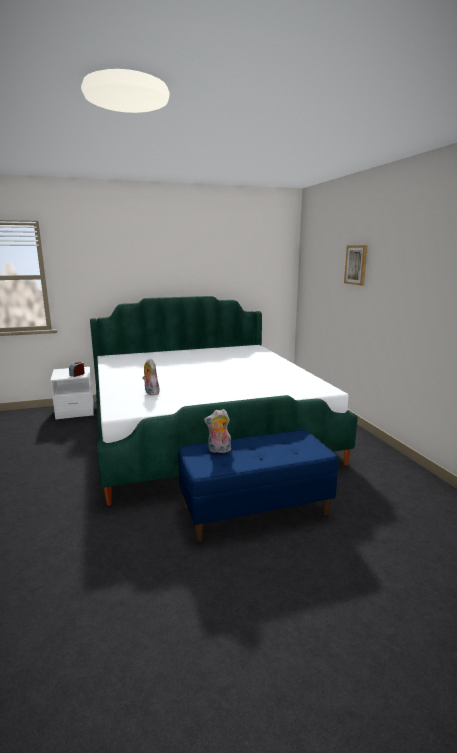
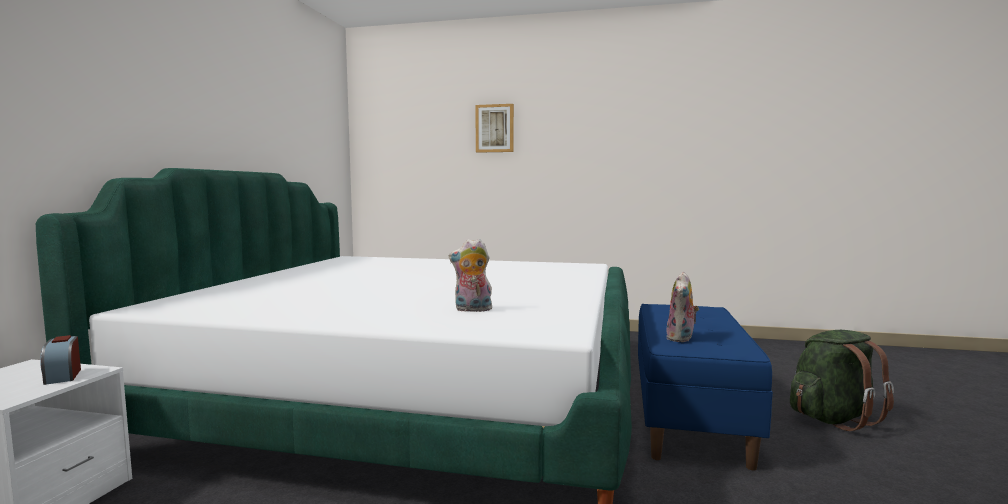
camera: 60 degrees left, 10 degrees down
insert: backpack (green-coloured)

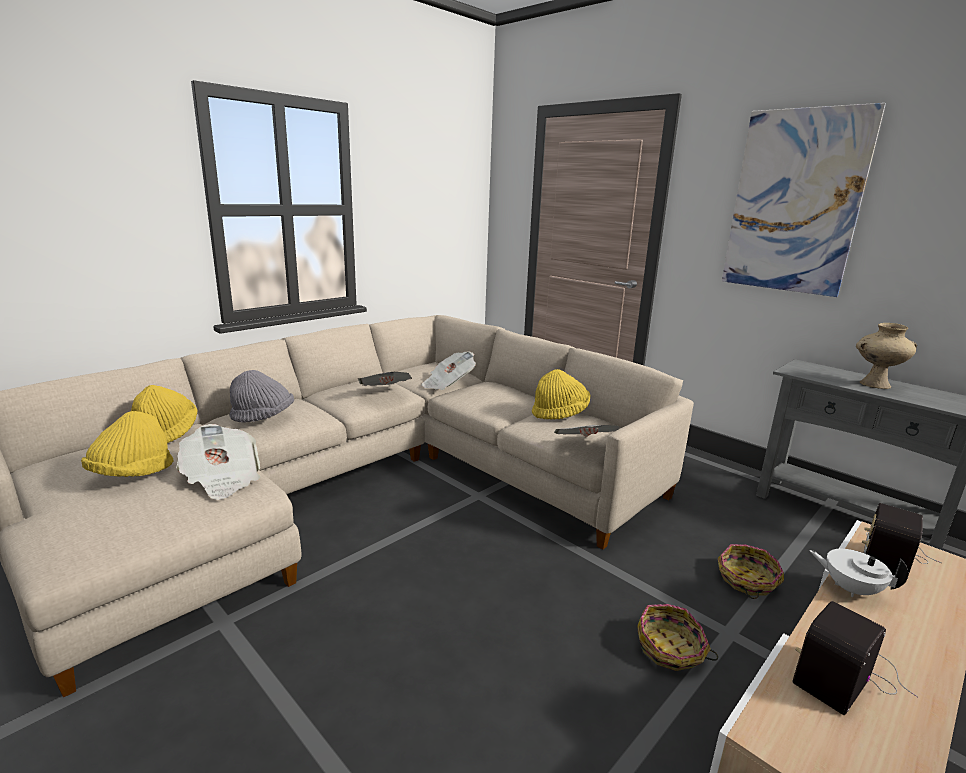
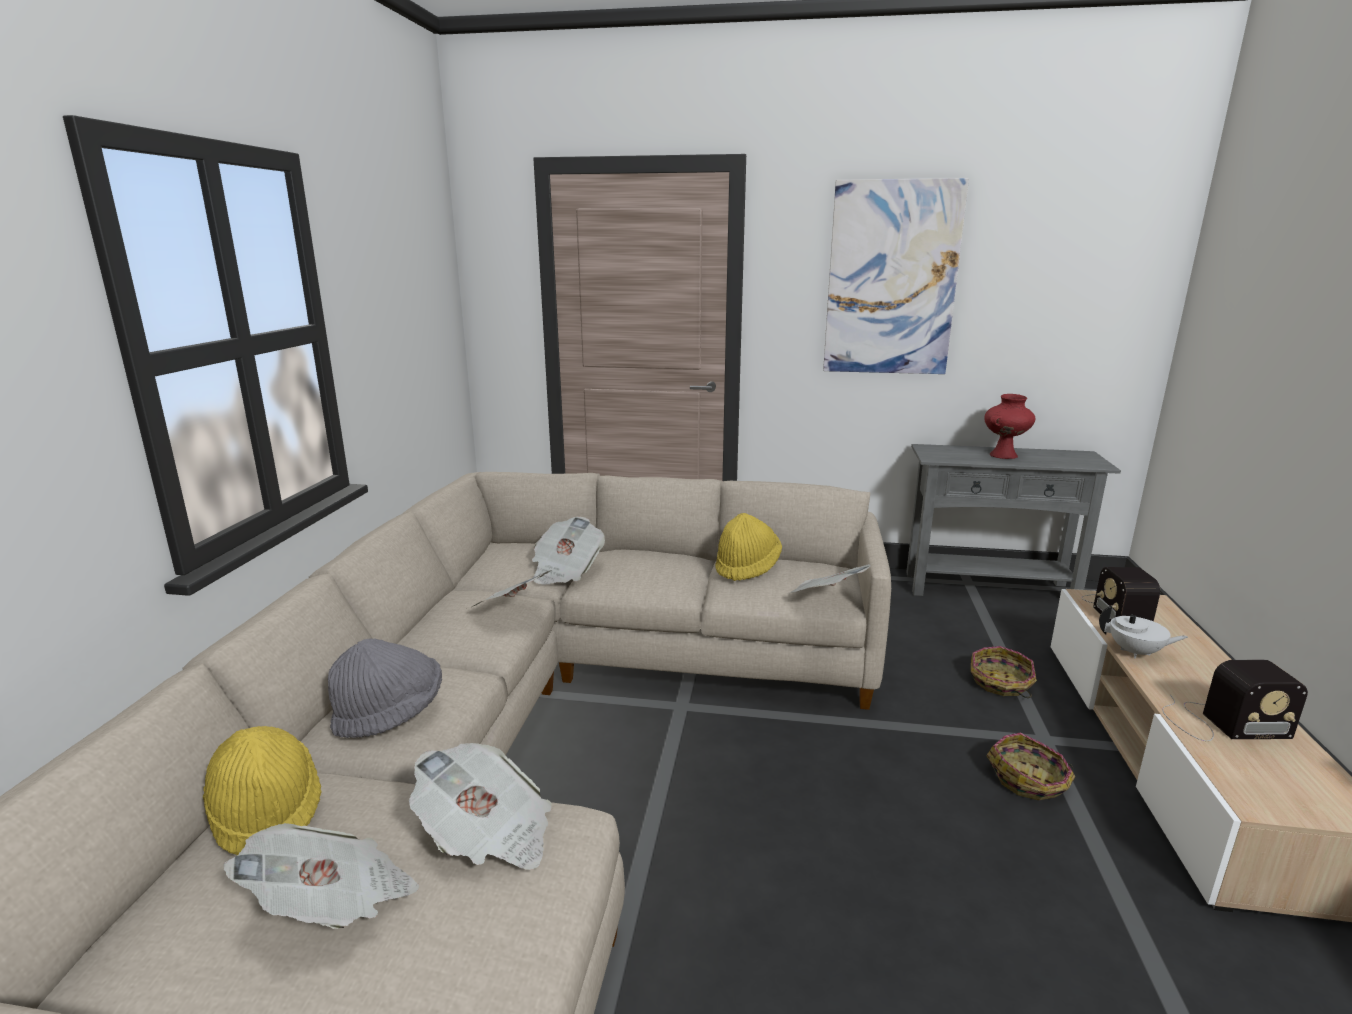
camera: 35 degrees left, 0 degrees up
replace: clothing hat (yellow) (1st from left) to newspaper (1st from left)
recolor: decorative vase (beige) to decorative vase (reddish)
rotate: pot for tea (whitish) 150 degrees counterclockwise; radio set (1st from left in the first image) 105 degrees counterclockwise

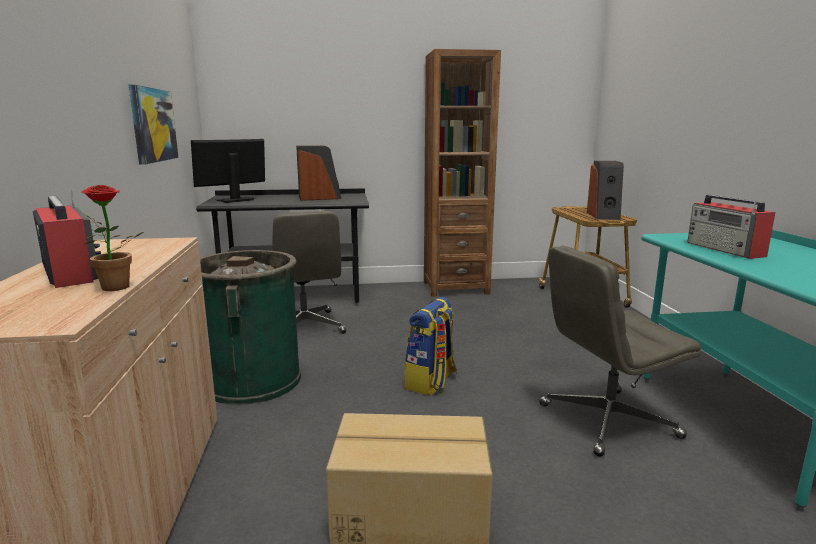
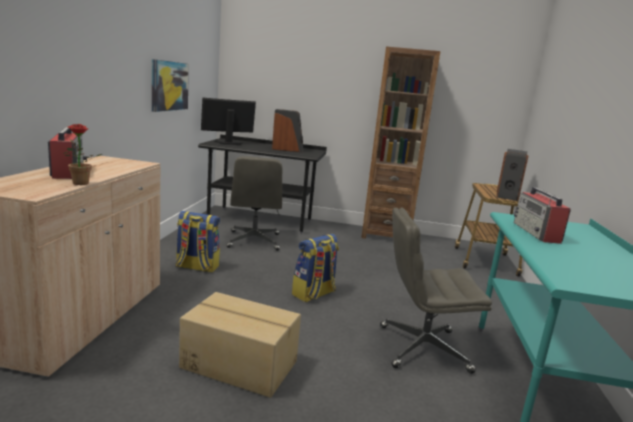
camera: 15 degrees right, 0 degrees up
replace: rubbish bin (green-coloured) to backpack (1st from left)

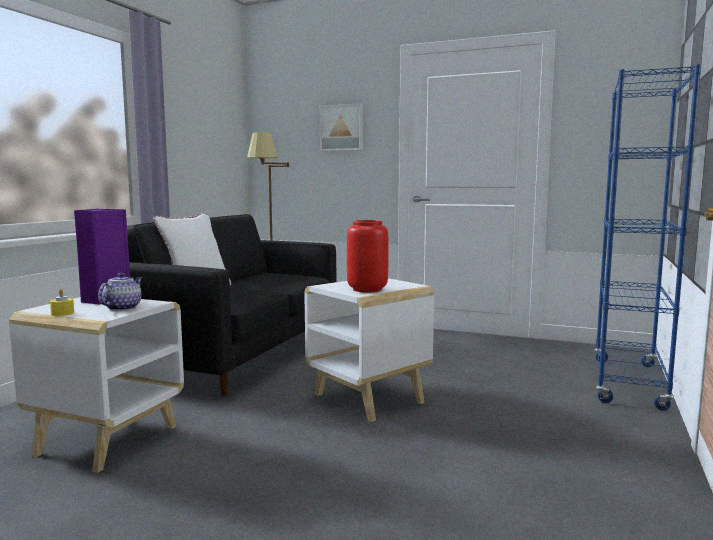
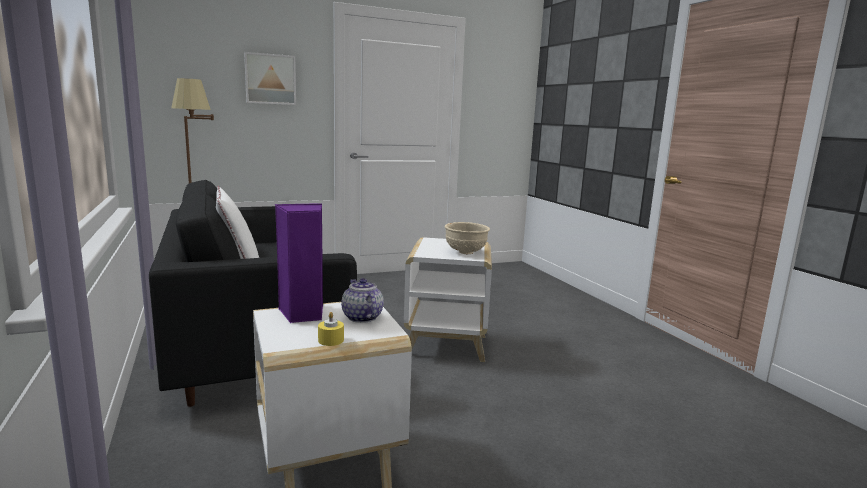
camera: 45 degrees left, 5 degrees up
delete: bookcase (bluish)
replace: decorative vase (reddish) to deep dish (beige)

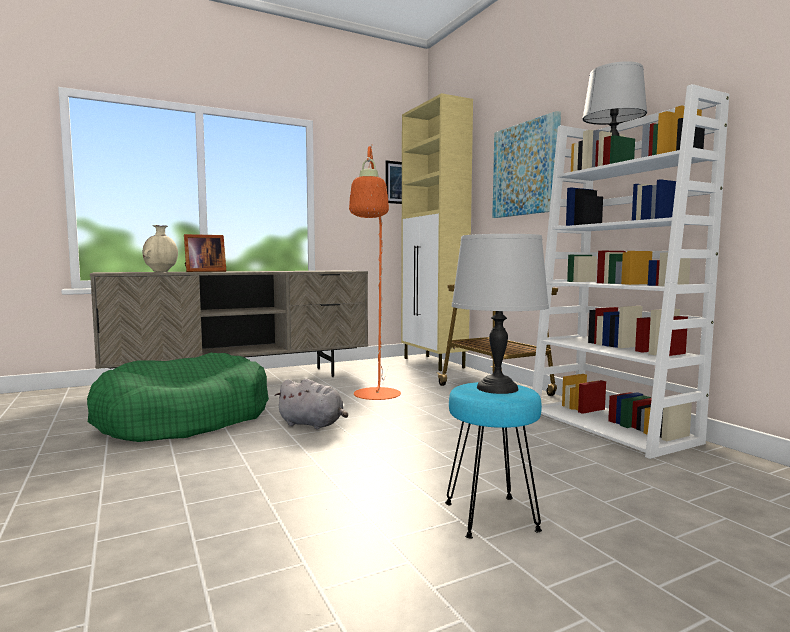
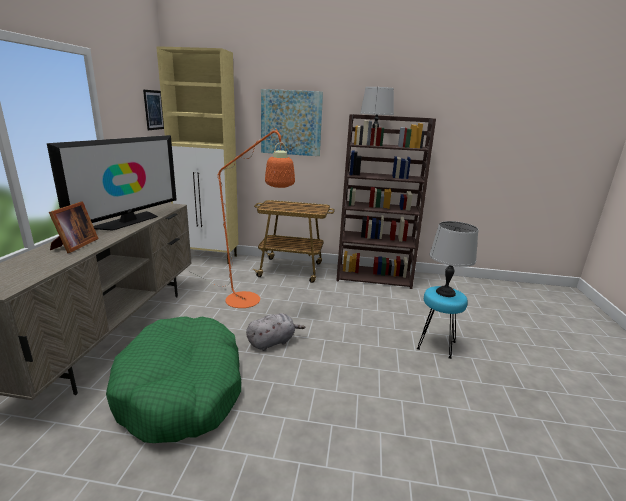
camera: 55 degrees left, 15 degrees up
delete: decorative vase (beige)
insert: TV set
recolor: bookcase (whitish) to bookcase (brown-coloured)

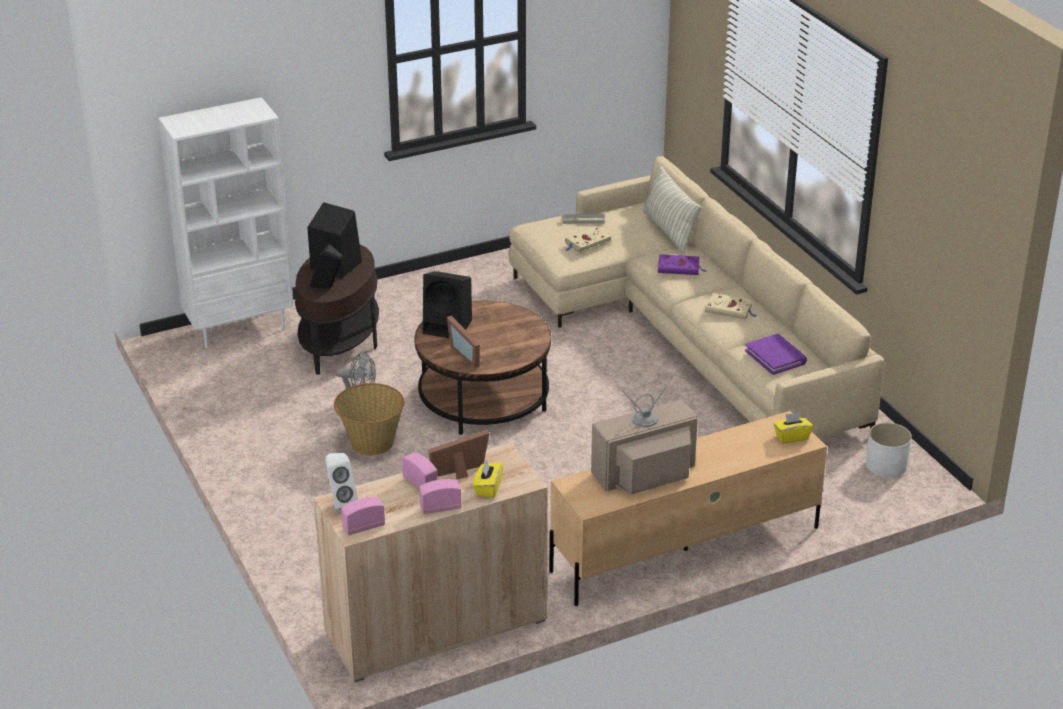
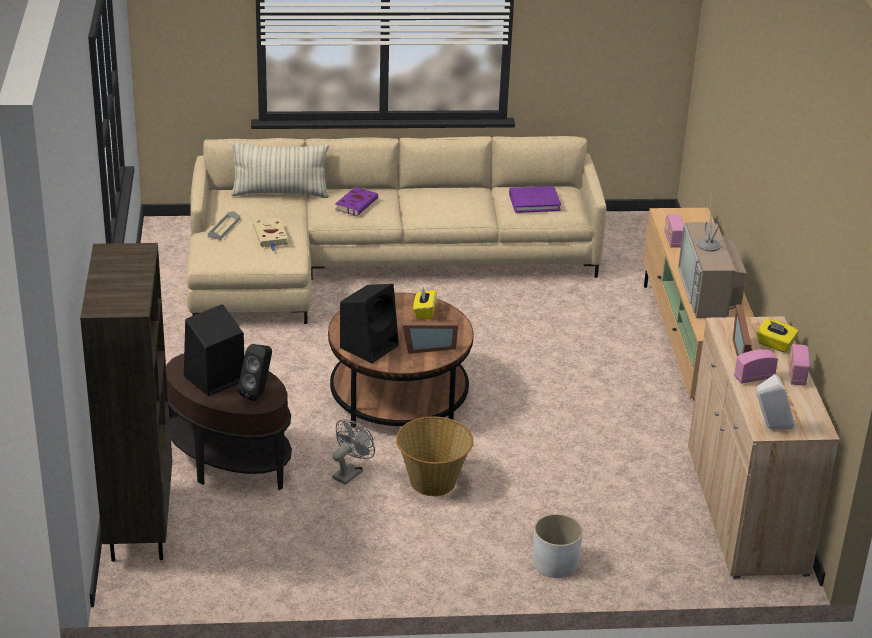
camera: 70 degrees left, 0 degrees up
delete: volume (beige) (2nd from left)
move: box of tissues (yellow) (2nd from left in the first image) to box of tissues (yellow) (1st from left); plant pot (whitish); radio set (1st from left)
recolor: bookcase (whitish) to bookcase (brown-coloured)

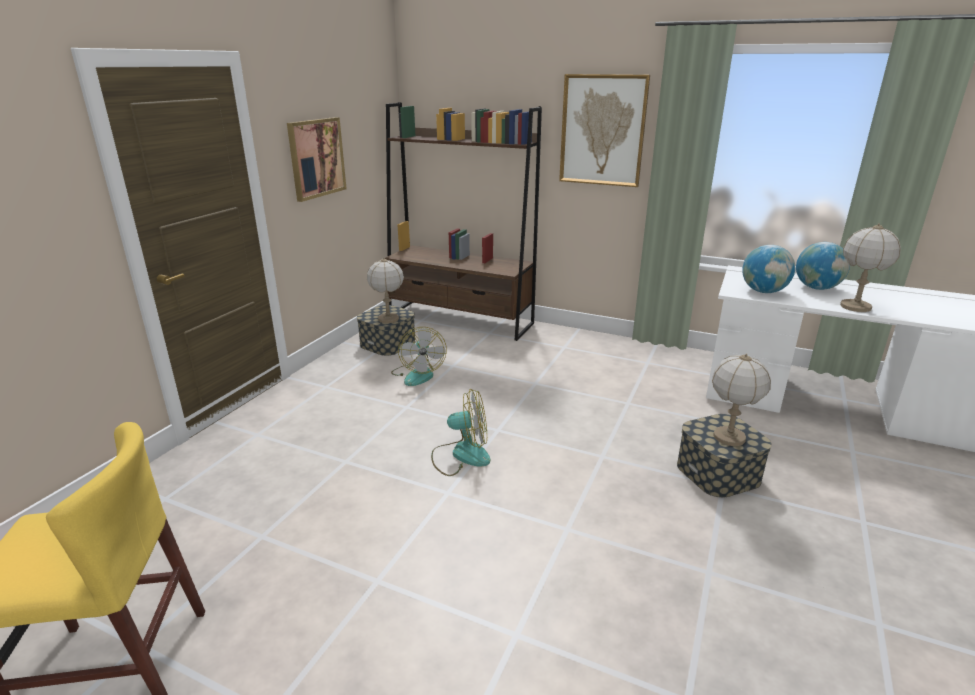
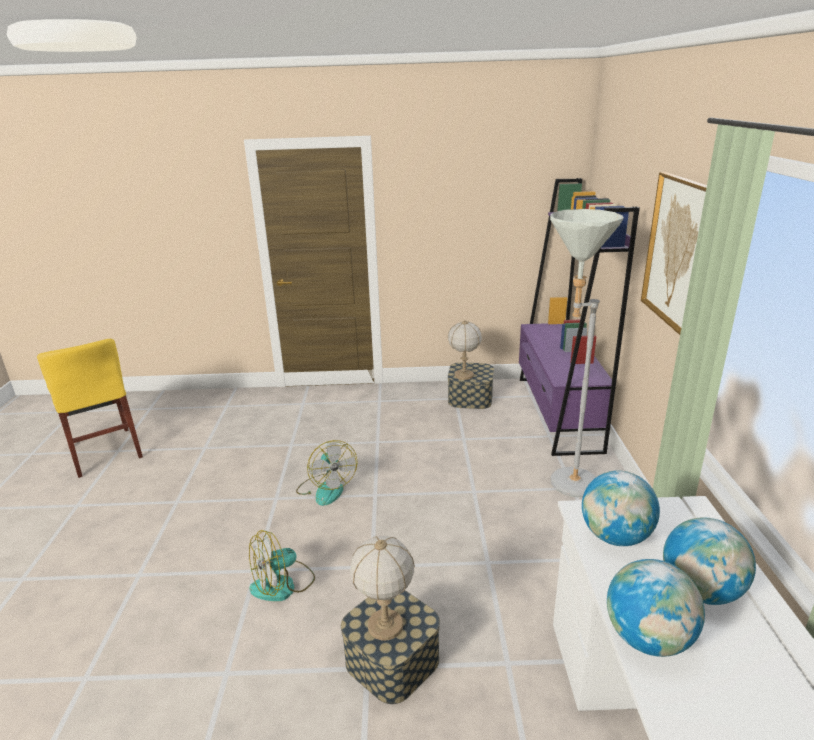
camera: 65 degrees right, 0 degrees up
delete: picture (1st from left)
insert: standard lamp (greyish)
move: cooling fan (1st from left)
replace: table lamp (3rd from left) to world globe (2nd from left)
recolor: bookcase (brown-coloured) to bookcase (purple)

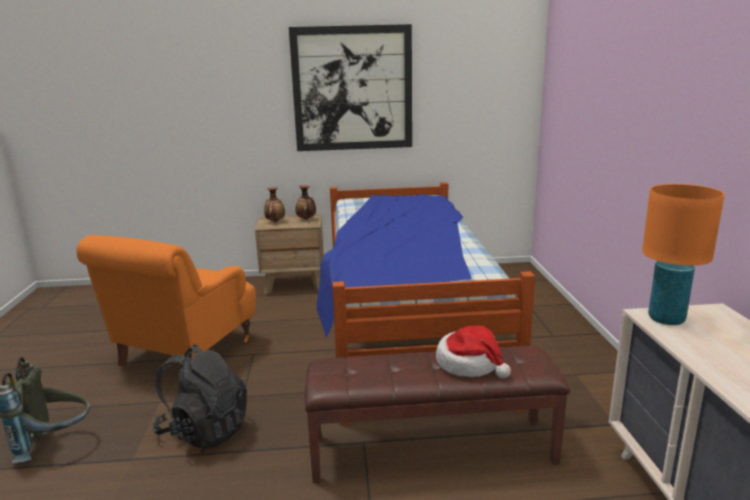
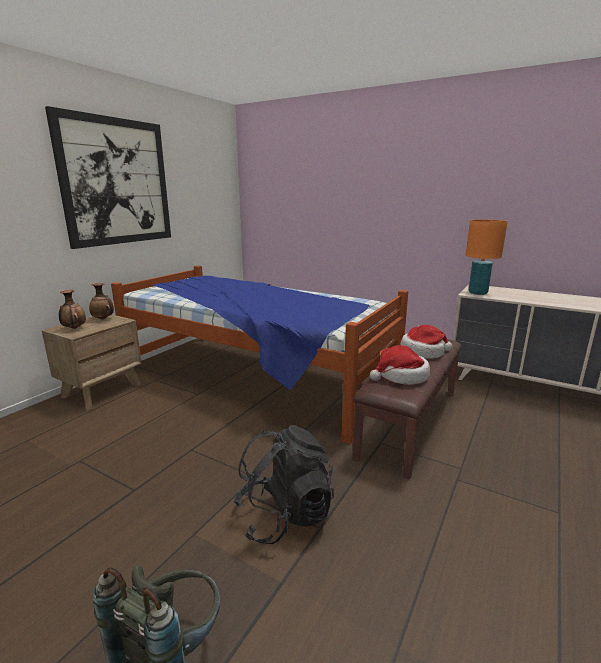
camera: 55 degrees left, 0 degrees up
delete: lounge chair (orange-coloured)
insert: clothing hat (1st from left)

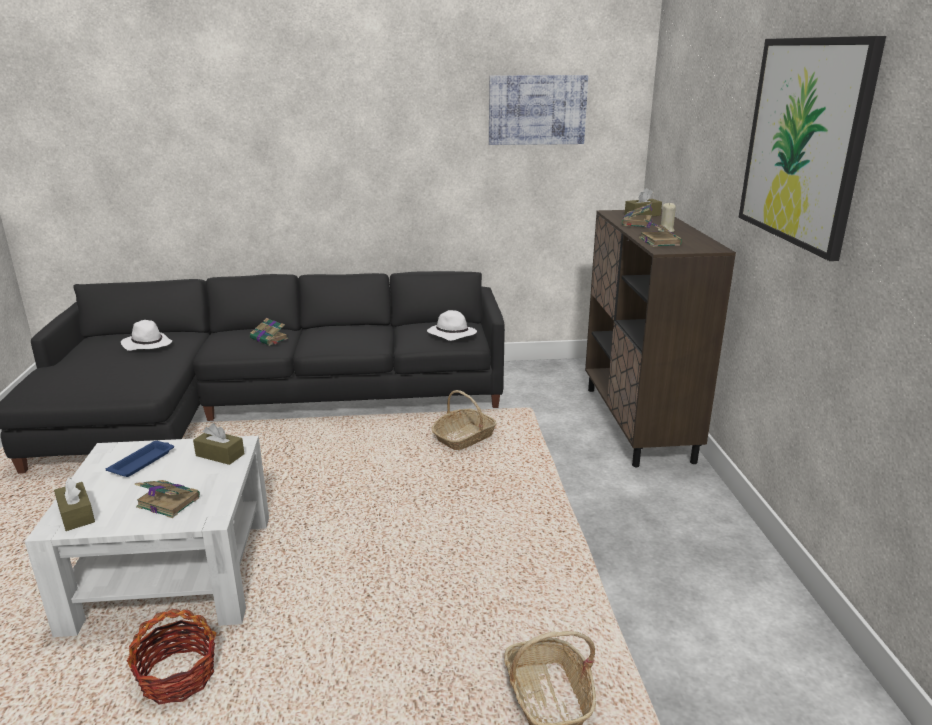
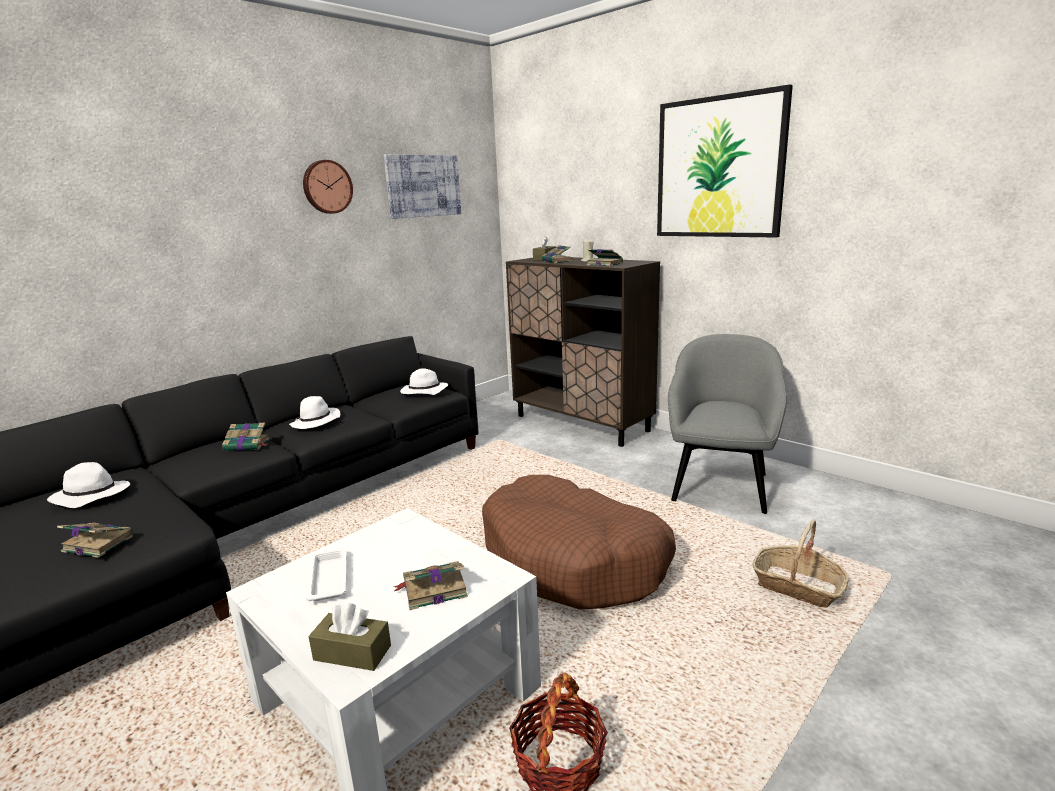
camera: 40 degrees left, 5 degrees down
delete: basket (2nd from left); box of tissues (brown-coloured) (2nd from left)
insert: hanging clock; lounge chair (greyish); clothing hat (whitish) (2nd from left); dog bed (brown-coloured); volume (1st from left)
recolor: tray (bluish) to tray (whitish)

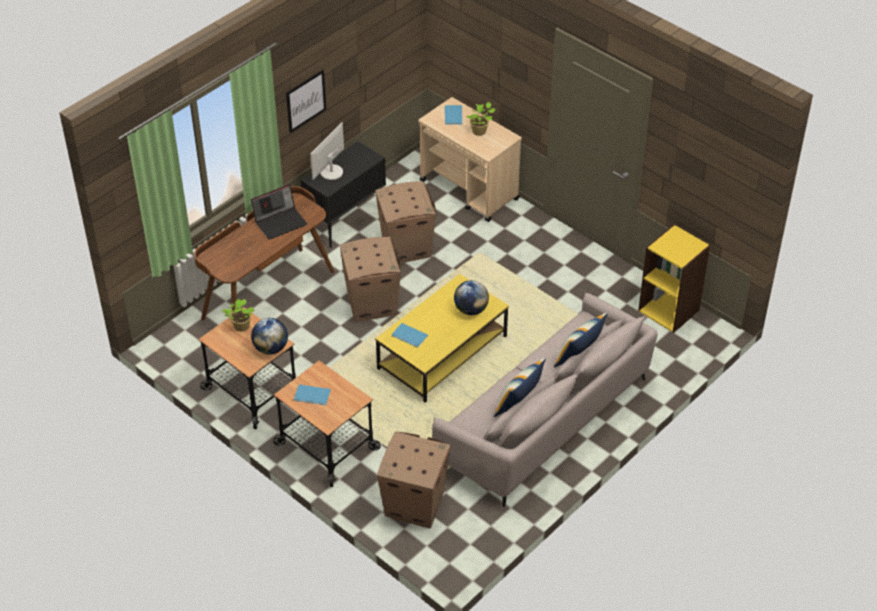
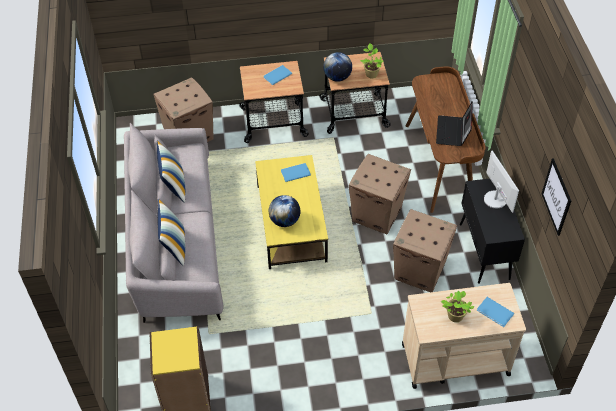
camera: 130 degrees right, 5 degrees up
move: picture

